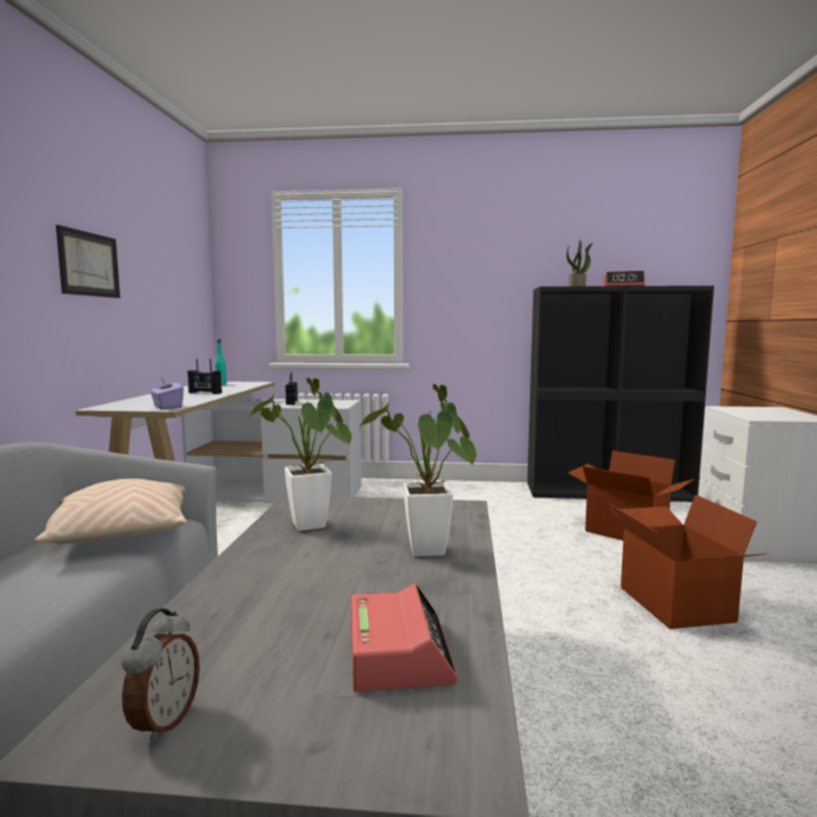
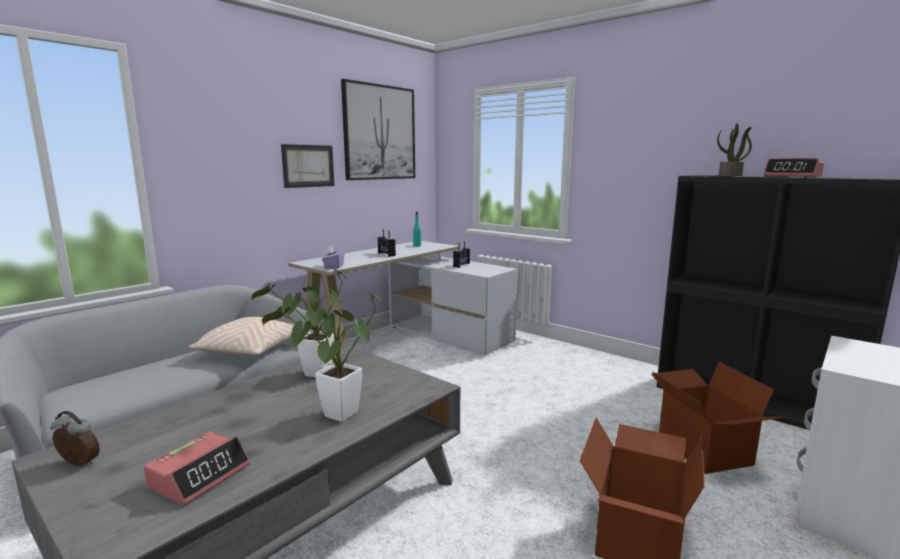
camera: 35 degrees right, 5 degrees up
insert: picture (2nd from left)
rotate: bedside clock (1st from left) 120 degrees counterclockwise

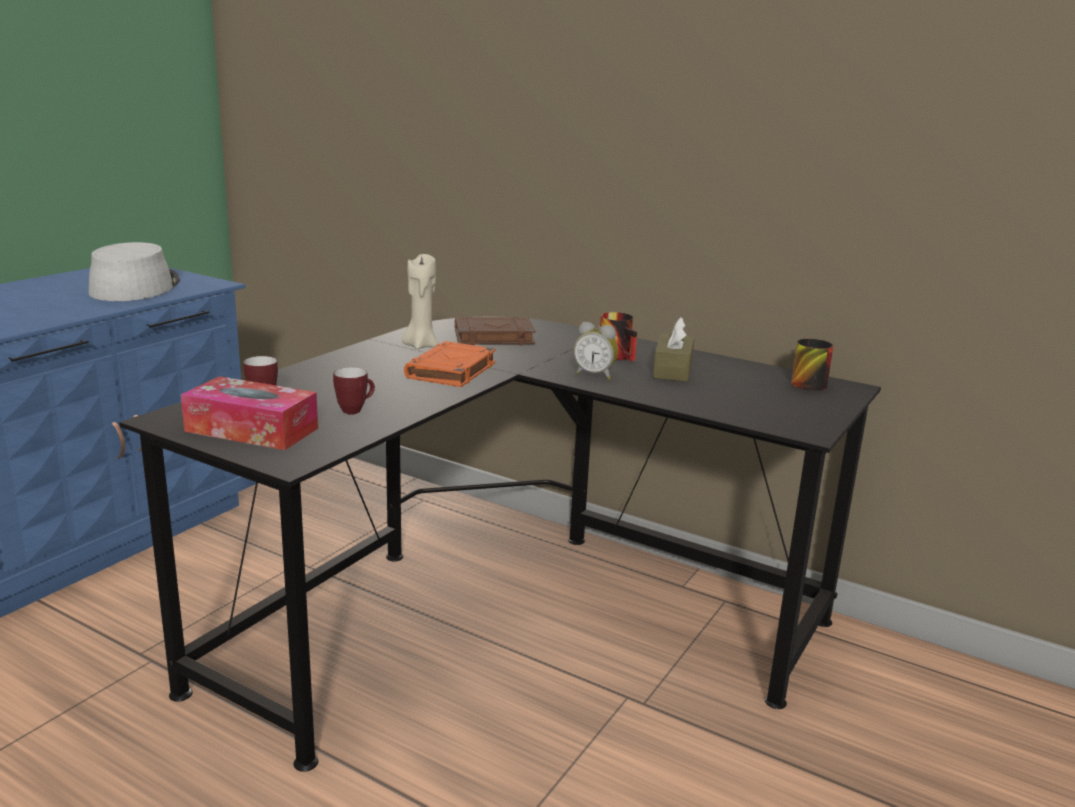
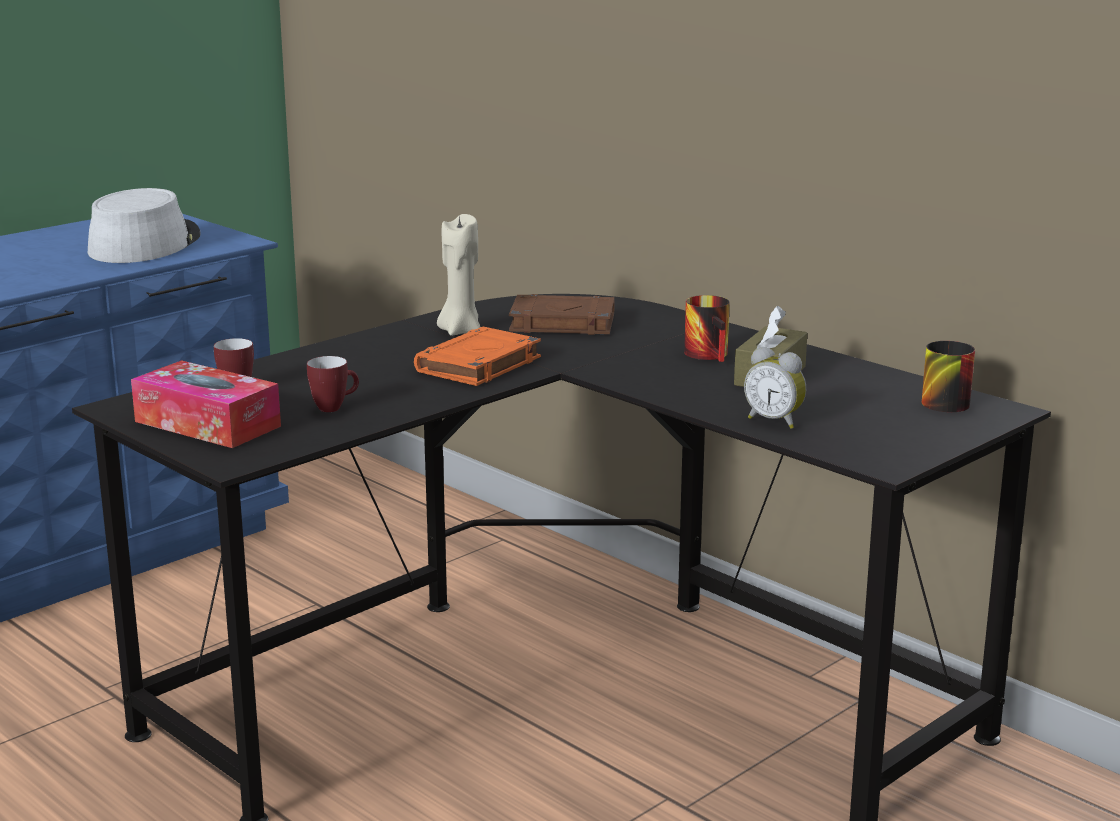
camera: 15 degrees right, 0 degrees up
move: bedside clock

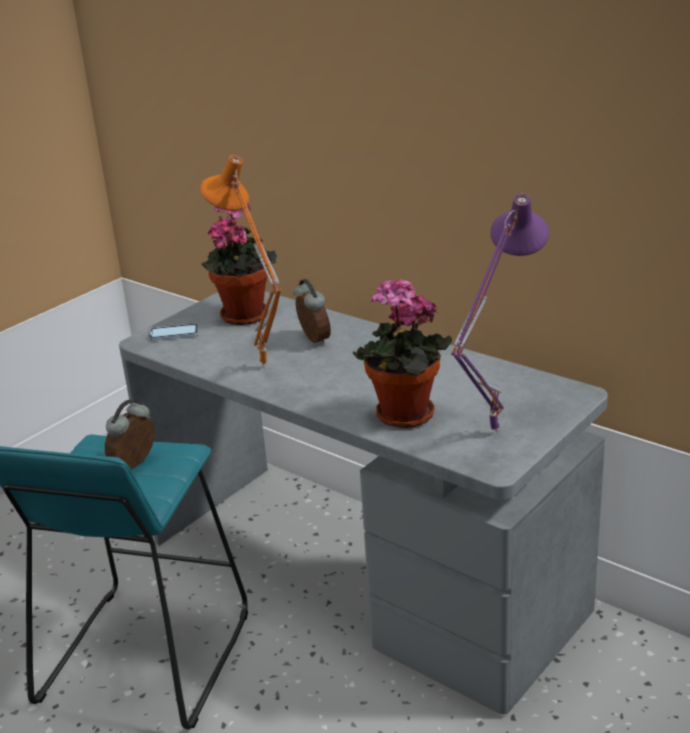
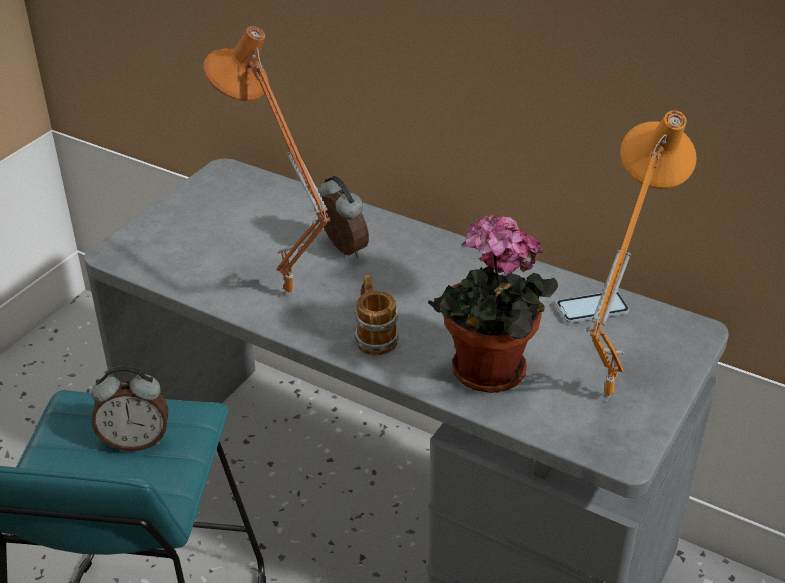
camera: 10 degrees left, 10 degrees up
delete: houseplant (1st from left)
insert: tea mug
move: phone
recolor: table lamp (purple) to table lamp (orange-coloured) (2nd from left)
rotate: bedside clock (1st from left) 120 degrees counterclockwise

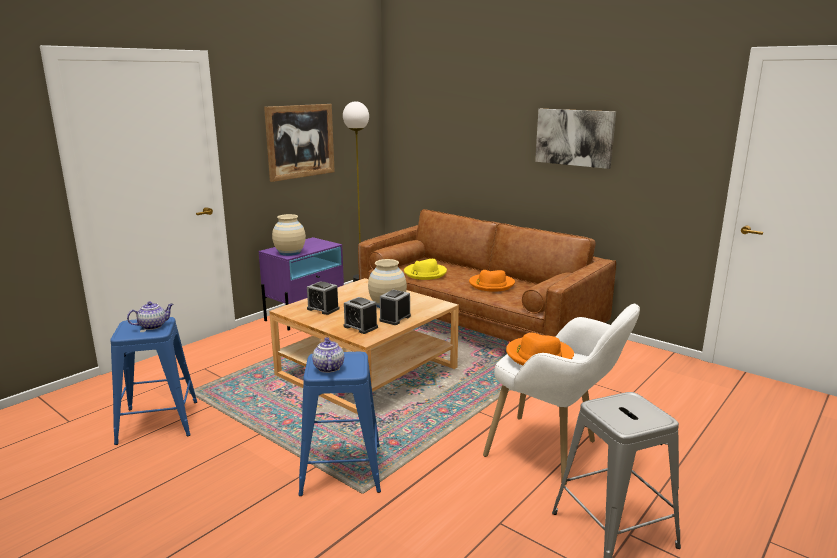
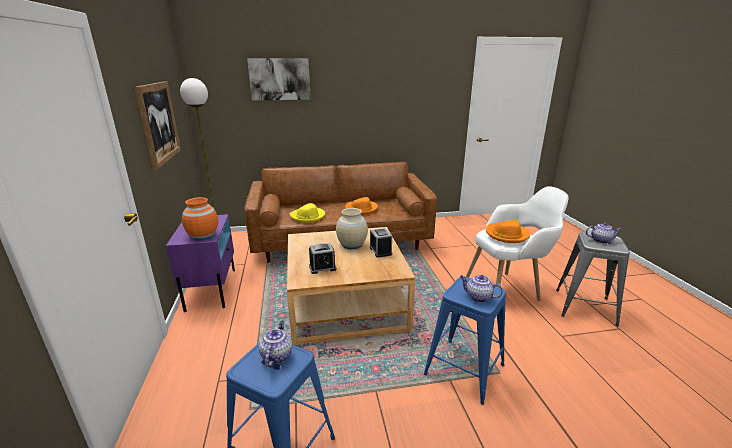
camera: 50 degrees left, 5 degrees up
delete: bedside clock (2nd from left)
insert: pot for tea (3rd from left)
move: picture (2nd from left)
recolor: decorative vase (beige) (1st from left) to decorative vase (orange-coloured)

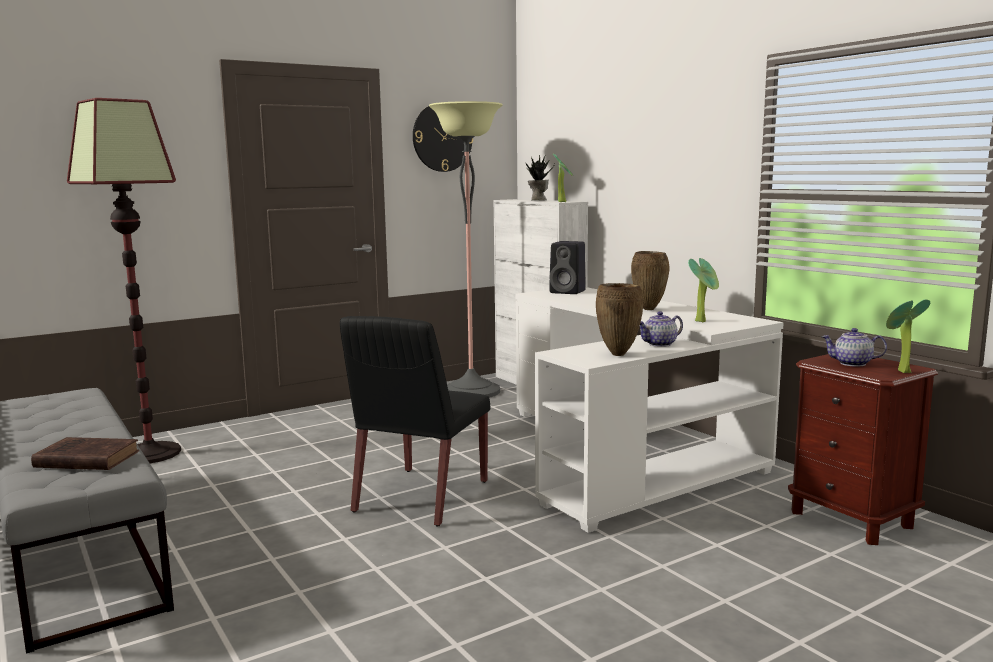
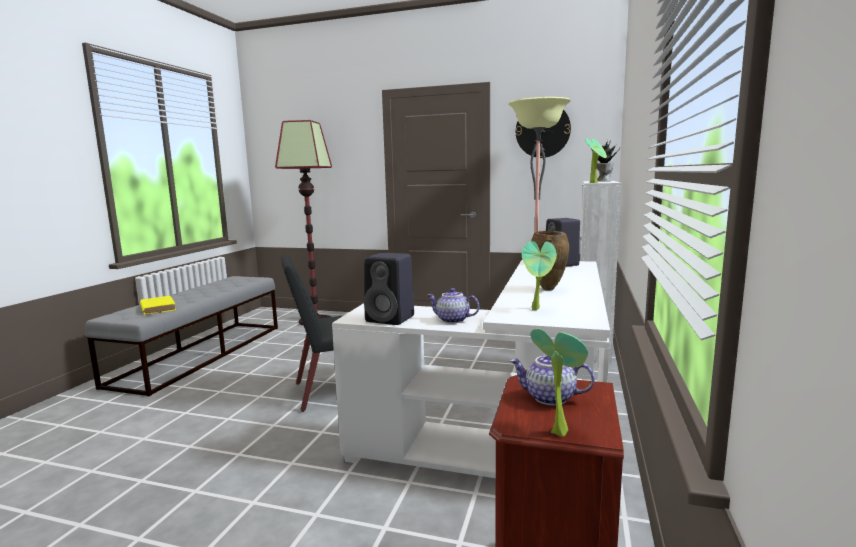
camera: 50 degrees right, 0 degrees up
replace: decorative vase (brown-coloured) (1st from left) to audio speaker (black-coloured) (1st from left)
recolor: volume (brown-coloured) to volume (yellow)
rotate: pot for tea (2nd from left) 45 degrees counterclockwise

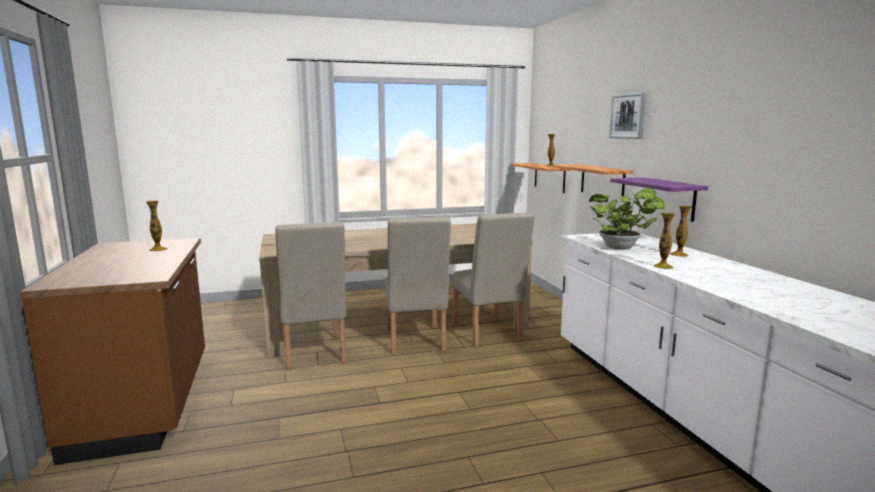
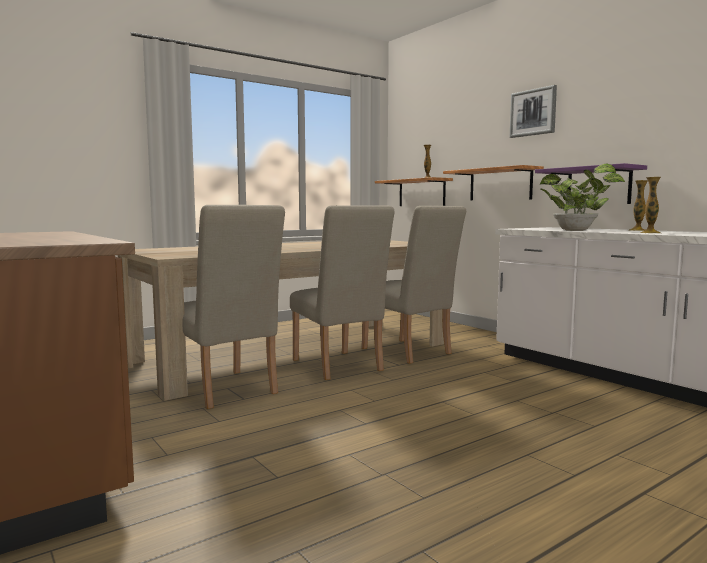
camera: 20 degrees left, 5 degrees down
delete: decorative vase (1st from left)

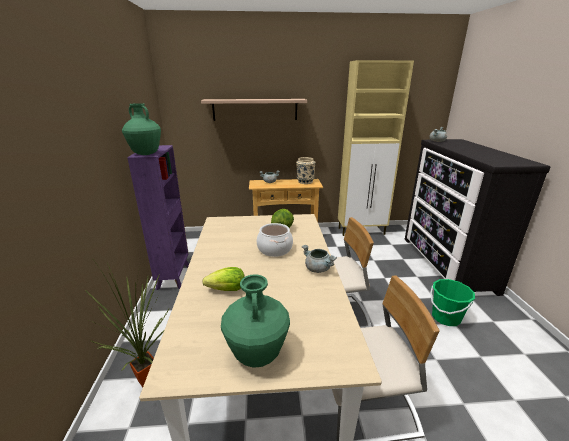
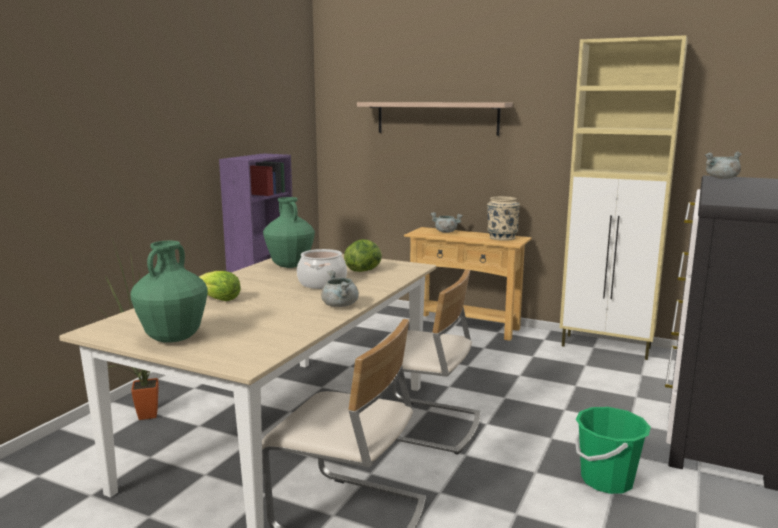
camera: 30 degrees right, 10 degrees down
move: decorative vase (green-coloured) (1st from left in the first image) to decorative vase (green-coloured) (2nd from left)

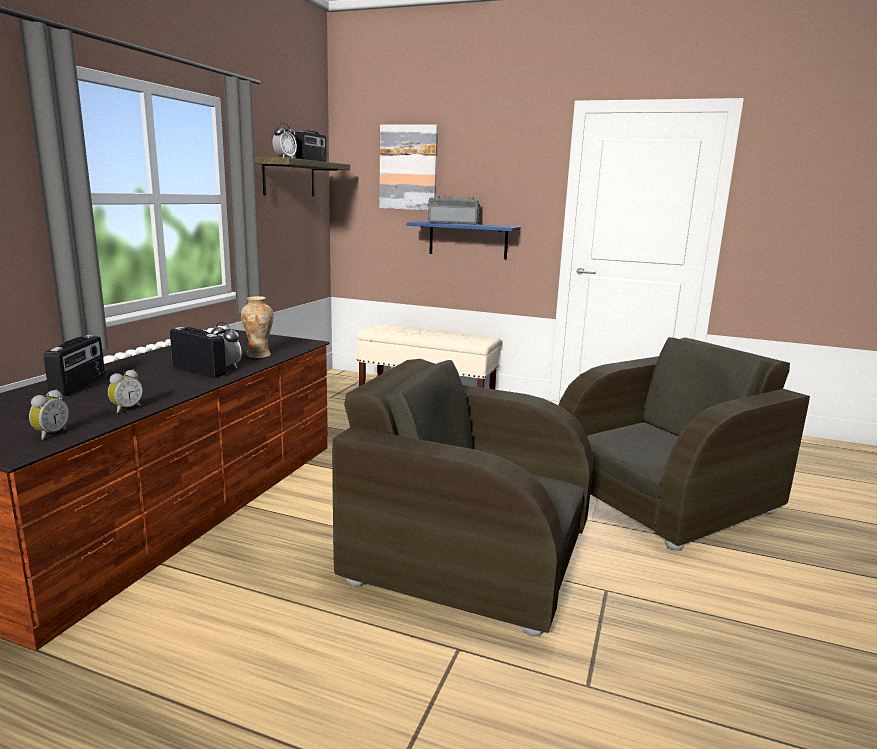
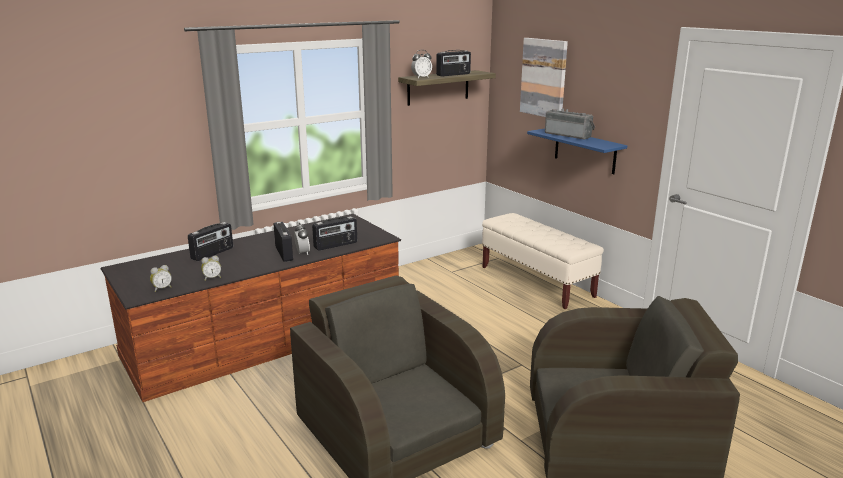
camera: 35 degrees right, 5 degrees up
replace: decorative vase to radio set (3rd from left)

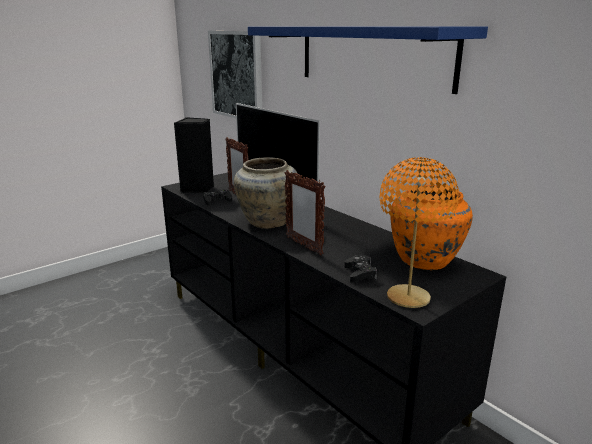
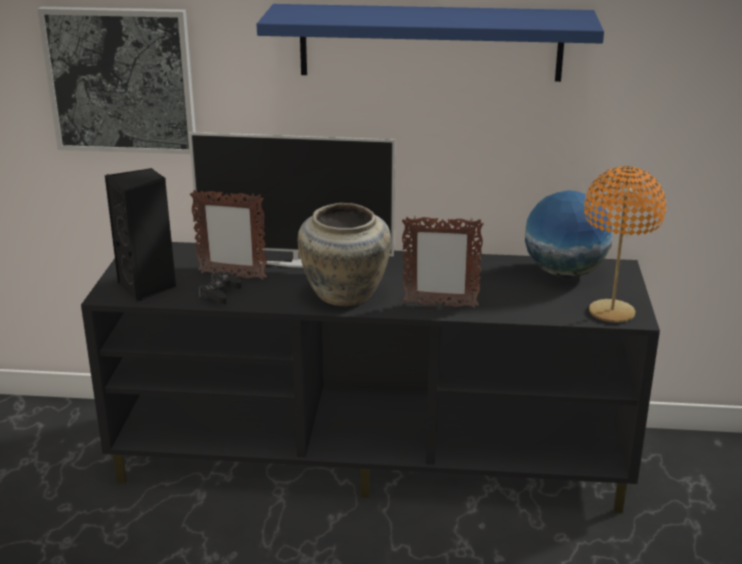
camera: 45 degrees left, 5 degrees up
delete: game controller (black-coloured) (2nd from left)
replace: decorative vase (orange-coloured) to world globe

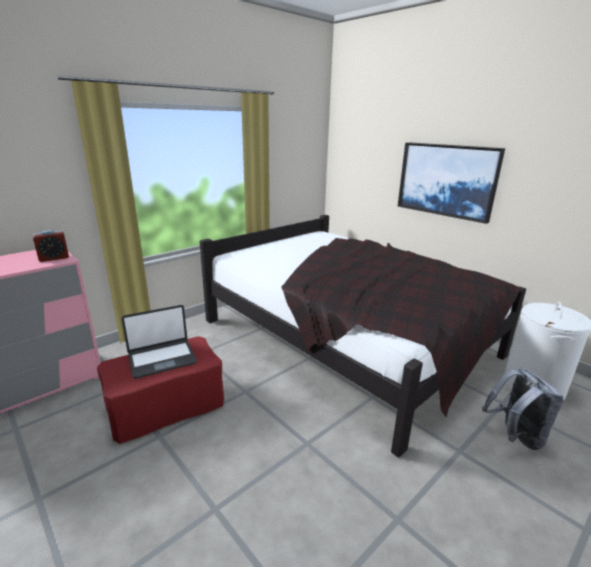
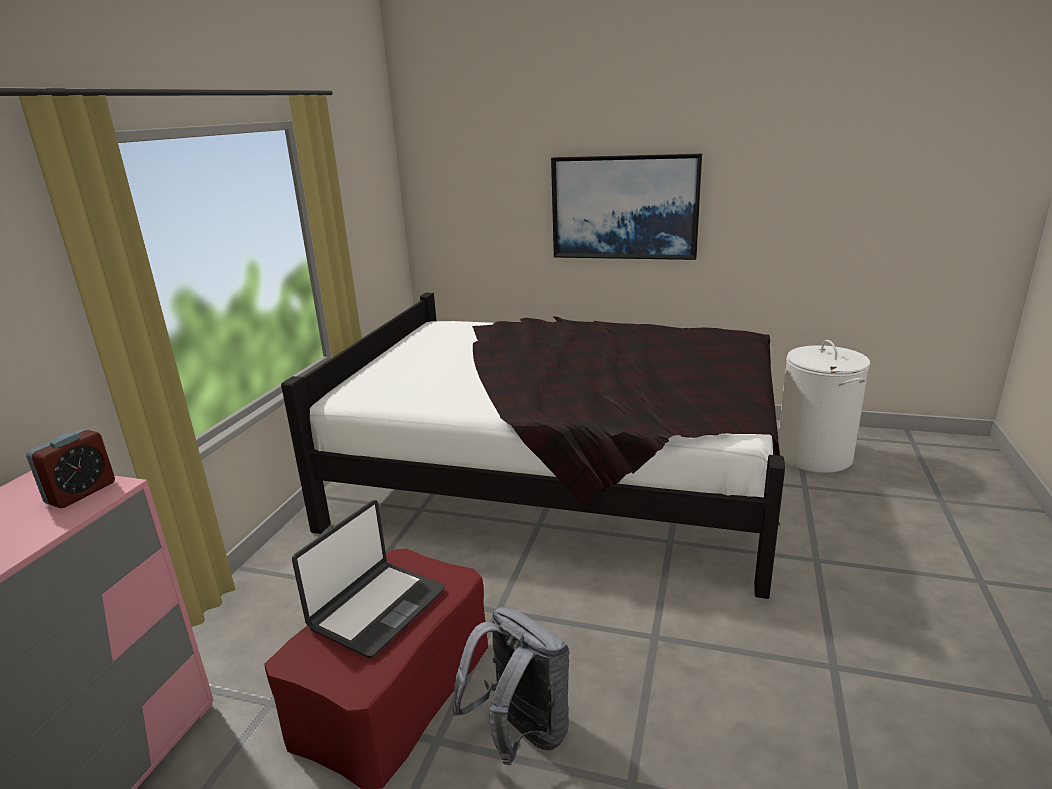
camera: 30 degrees left, 0 degrees up
move: backpack (greyish)

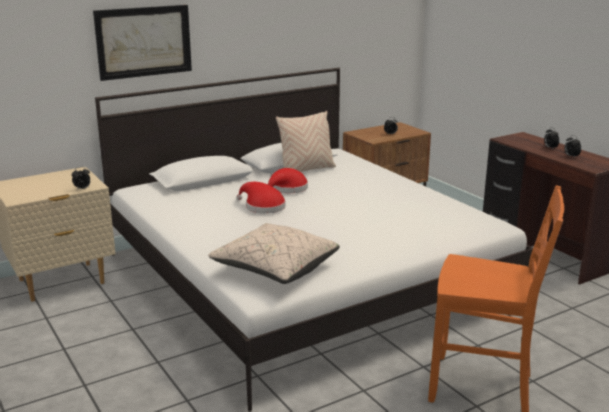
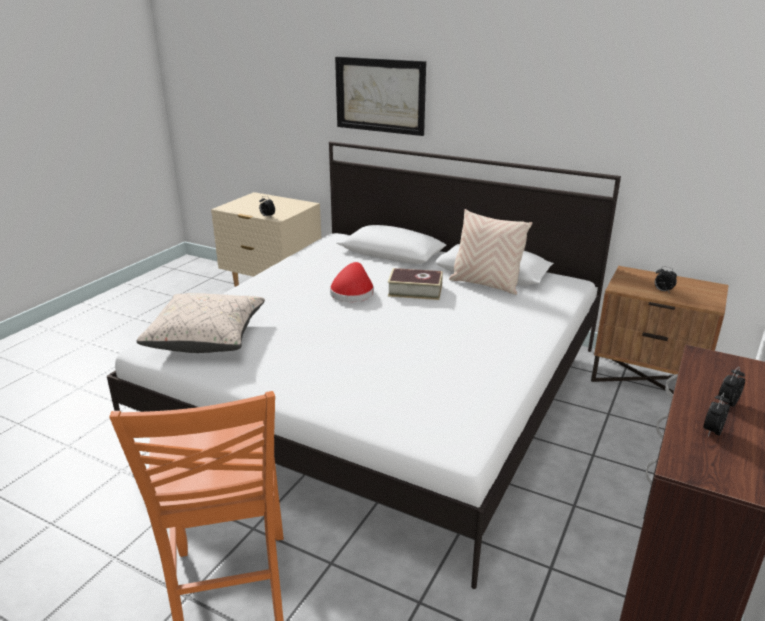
camera: 60 degrees right, 5 degrees up
replace: clothing hat (reddish) (2nd from left) to volume

